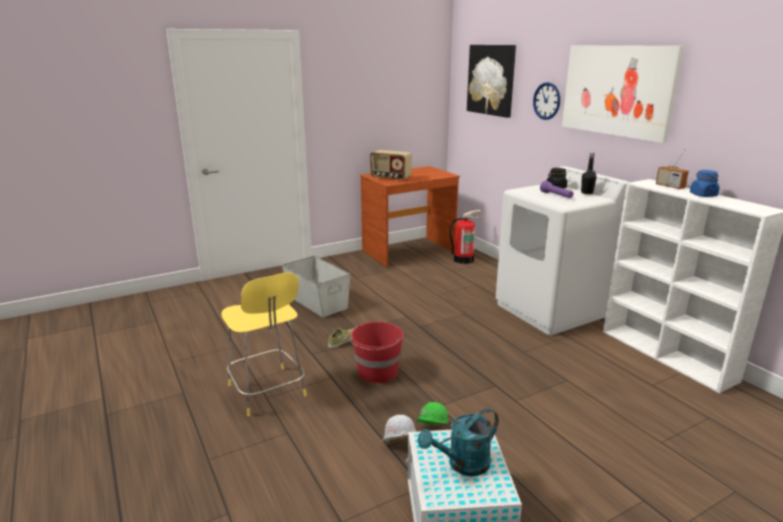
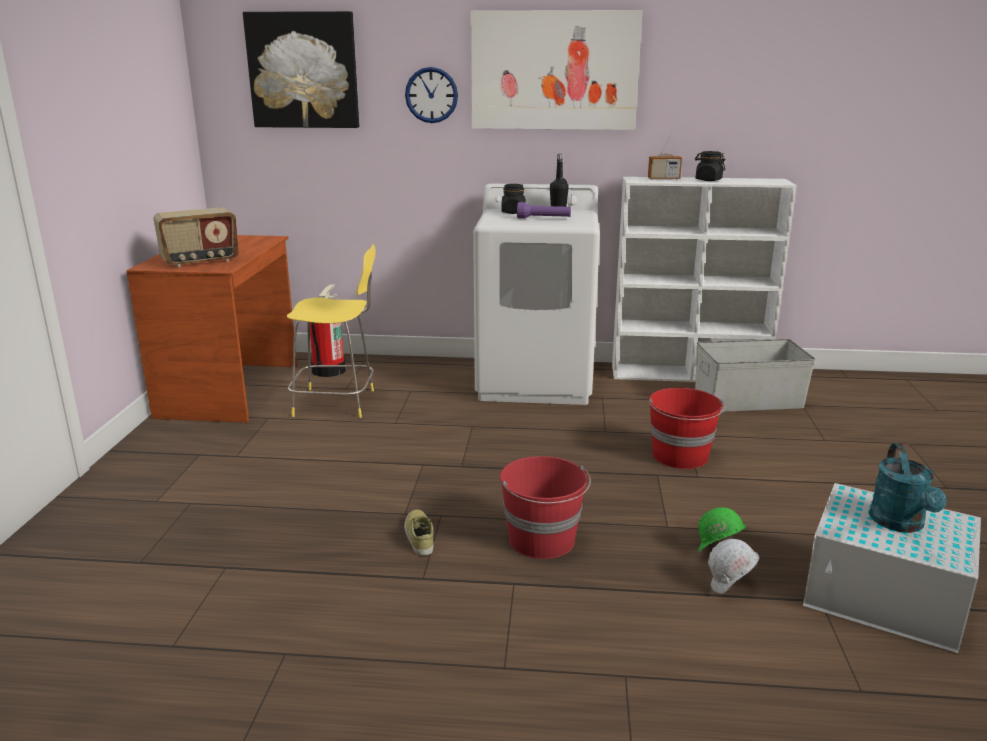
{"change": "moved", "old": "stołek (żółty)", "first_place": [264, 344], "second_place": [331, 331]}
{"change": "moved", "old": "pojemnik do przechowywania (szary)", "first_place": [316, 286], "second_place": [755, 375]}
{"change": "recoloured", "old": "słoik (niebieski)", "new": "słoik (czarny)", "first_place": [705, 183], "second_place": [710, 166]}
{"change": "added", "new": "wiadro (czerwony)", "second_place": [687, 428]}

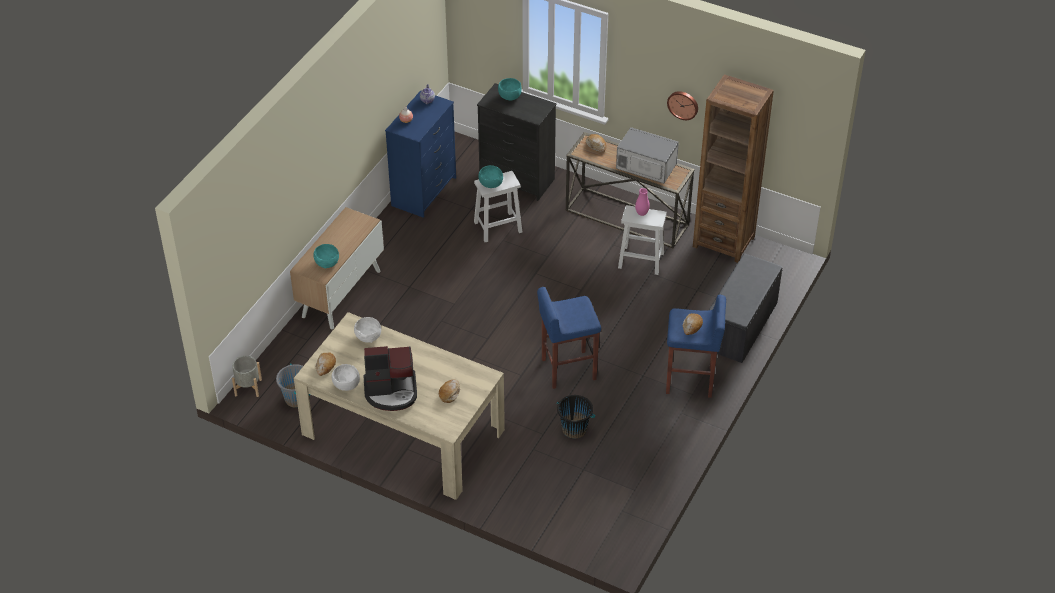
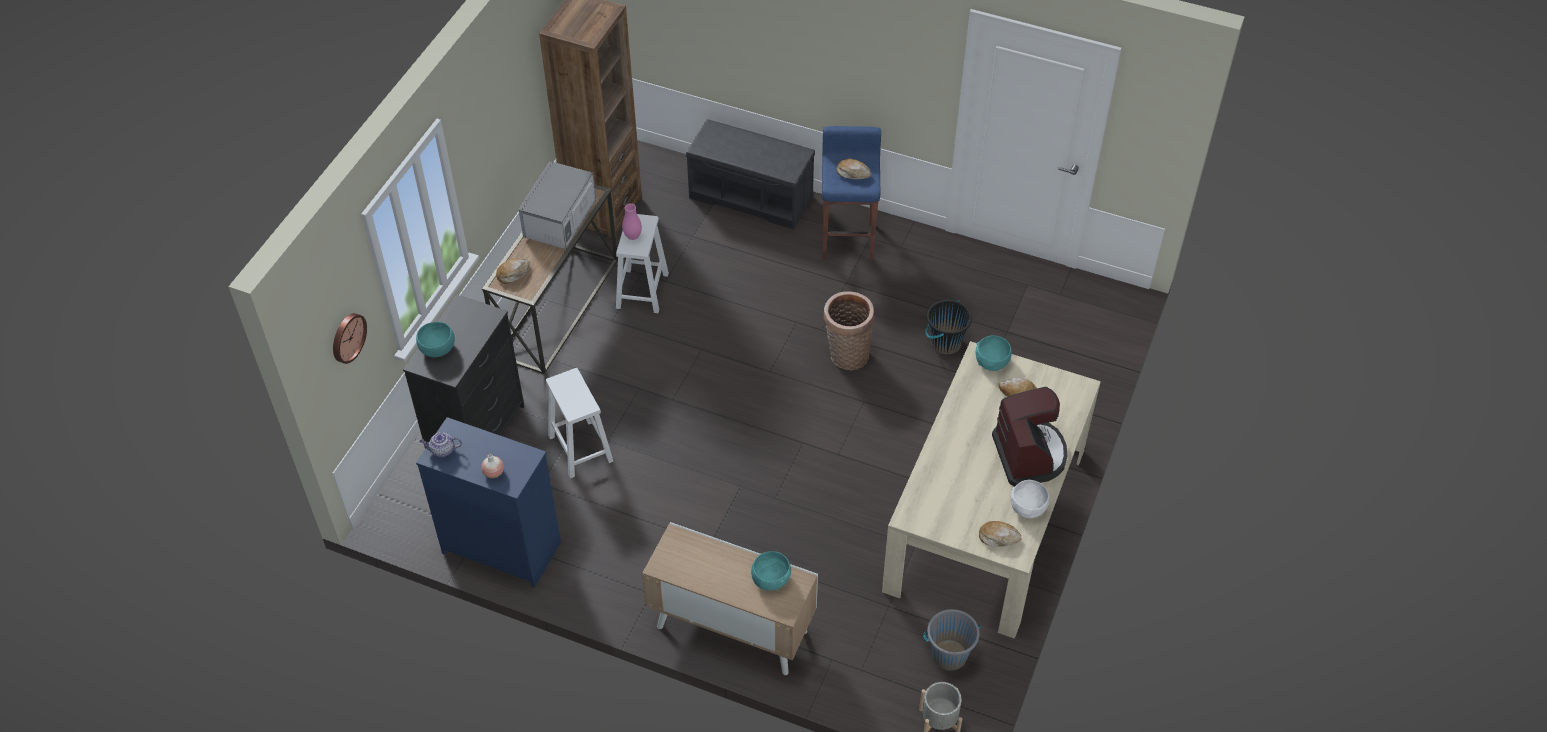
{"change": "removed", "old": "miska (biały)", "first_place": [367, 330]}
{"change": "moved", "old": "miska (turkusowy)", "first_place": [491, 176], "second_place": [994, 353]}
{"change": "replaced", "old": "stołek (niebieski)", "new": "koszyk", "first_place": [569, 338], "second_place": [849, 331]}
{"change": "moved", "old": "zegar ścienny", "first_place": [682, 105], "second_place": [350, 338]}

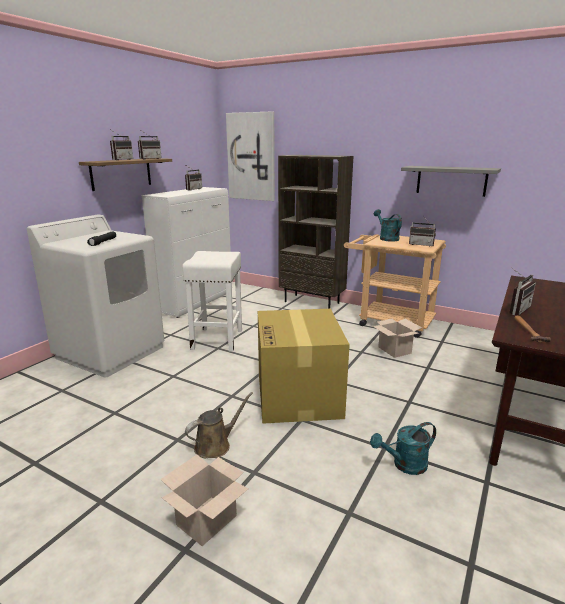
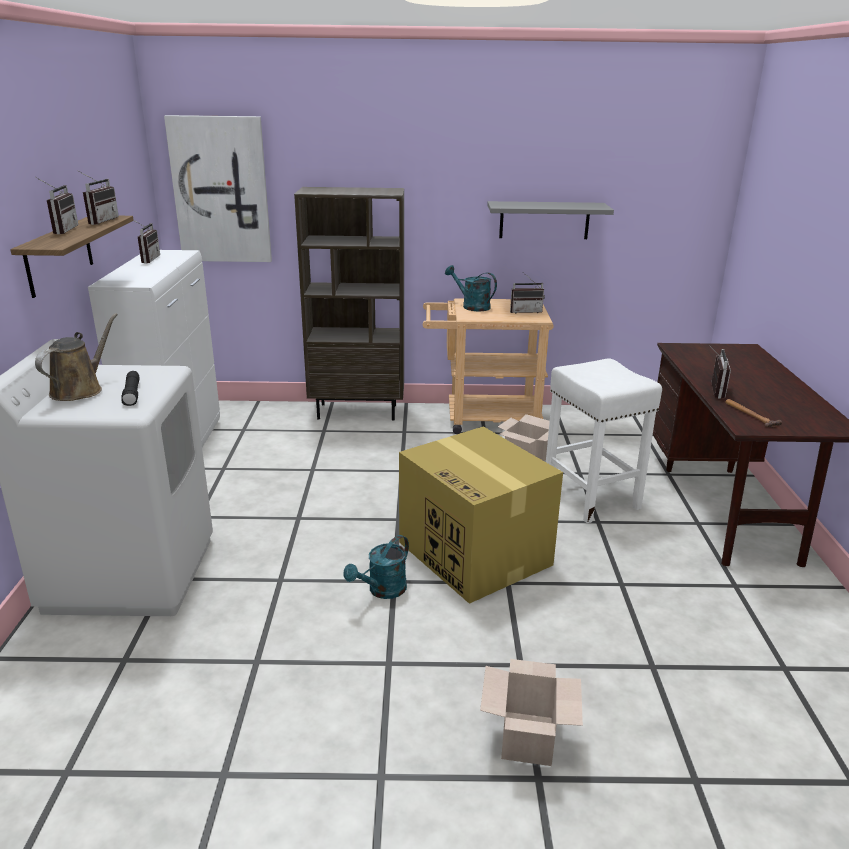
{"change": "moved", "old": "stołek (biały)", "first_place": [212, 301], "second_place": [604, 440]}
{"change": "moved", "old": "konewka (brązowy)", "first_place": [219, 425], "second_place": [76, 357]}
{"change": "moved", "old": "konewka (turkusowy)", "first_place": [403, 448], "second_place": [376, 567]}

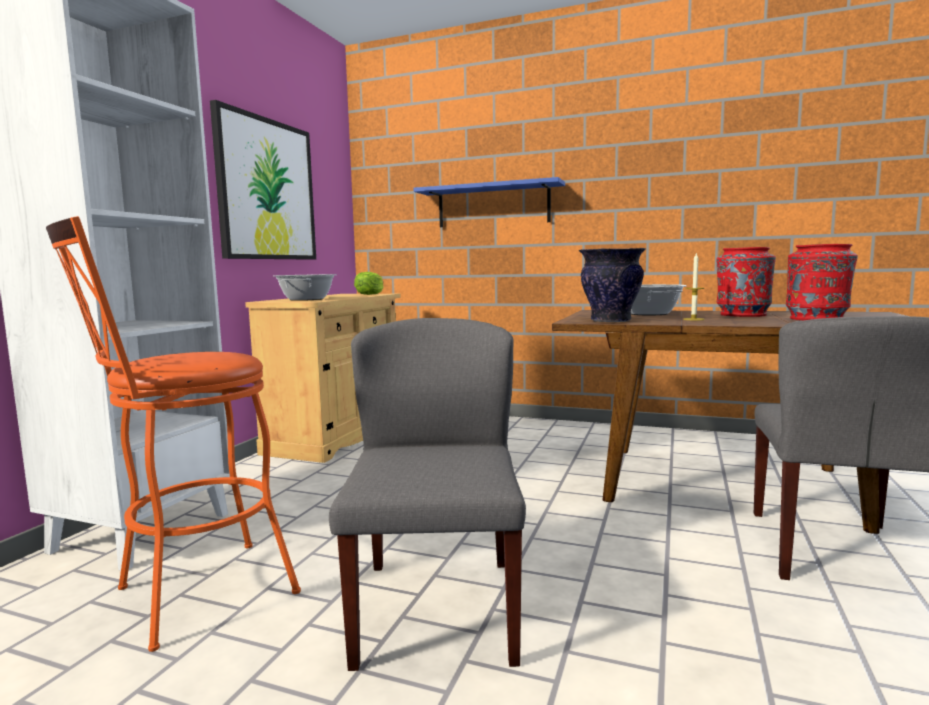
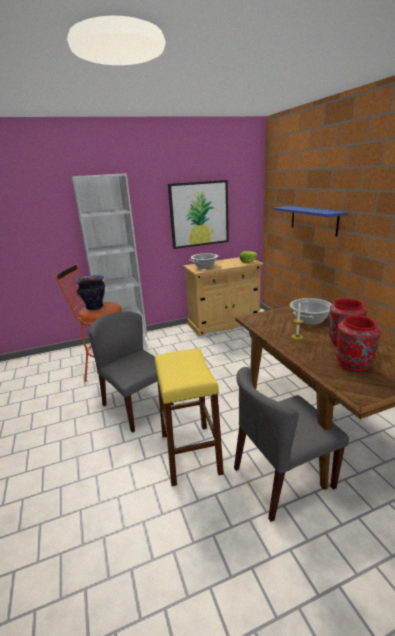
{"change": "turned", "old": "krzesło (szary)", "first_place": [427, 494], "second_place": [131, 372], "degrees": -90}
{"change": "moved", "old": "wazon", "first_place": [612, 285], "second_place": [90, 292]}
{"change": "added", "new": "stołek (żółty)", "second_place": [189, 417]}

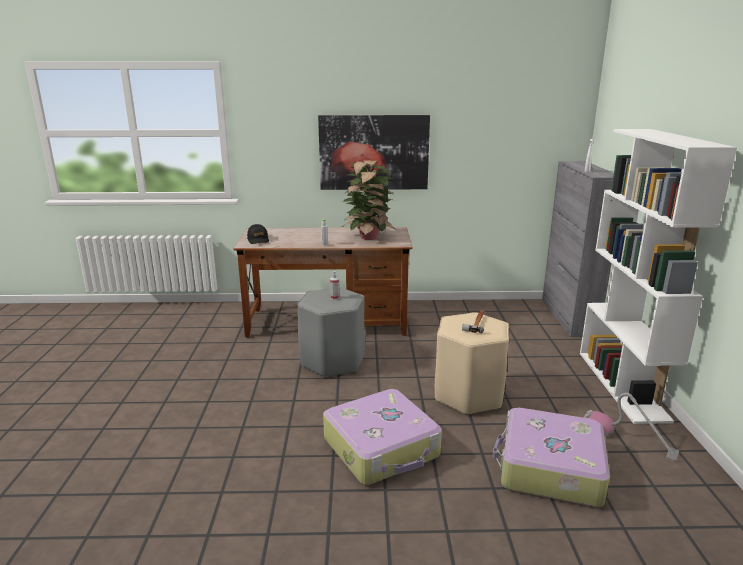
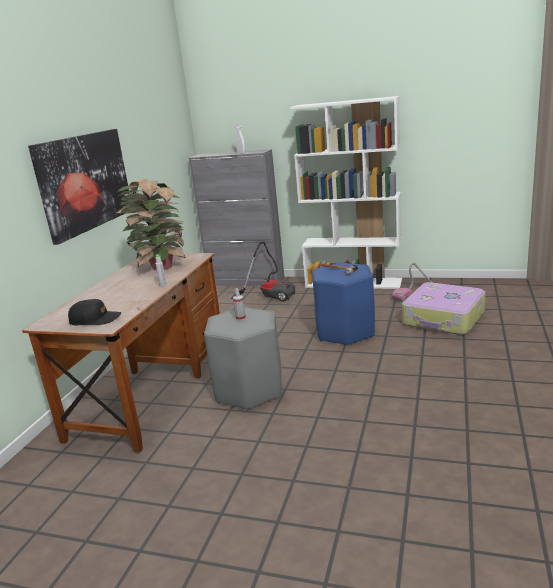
{"change": "removed", "old": "walizka", "first_place": [382, 437]}
{"change": "recoloured", "old": "stołek (beżowy)", "new": "stołek (niebieski)", "first_place": [472, 363], "second_place": [343, 304]}
{"change": "added", "new": "odkurzacz", "second_place": [263, 272]}

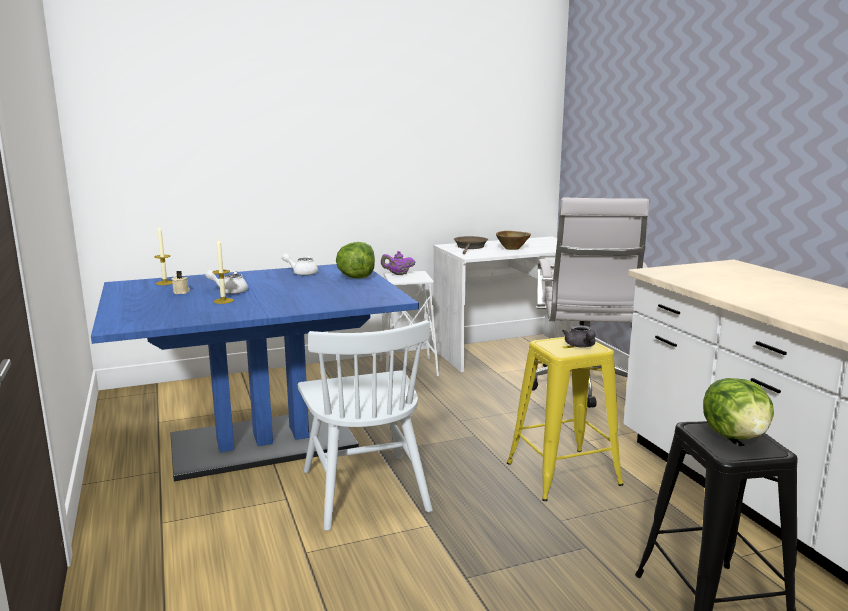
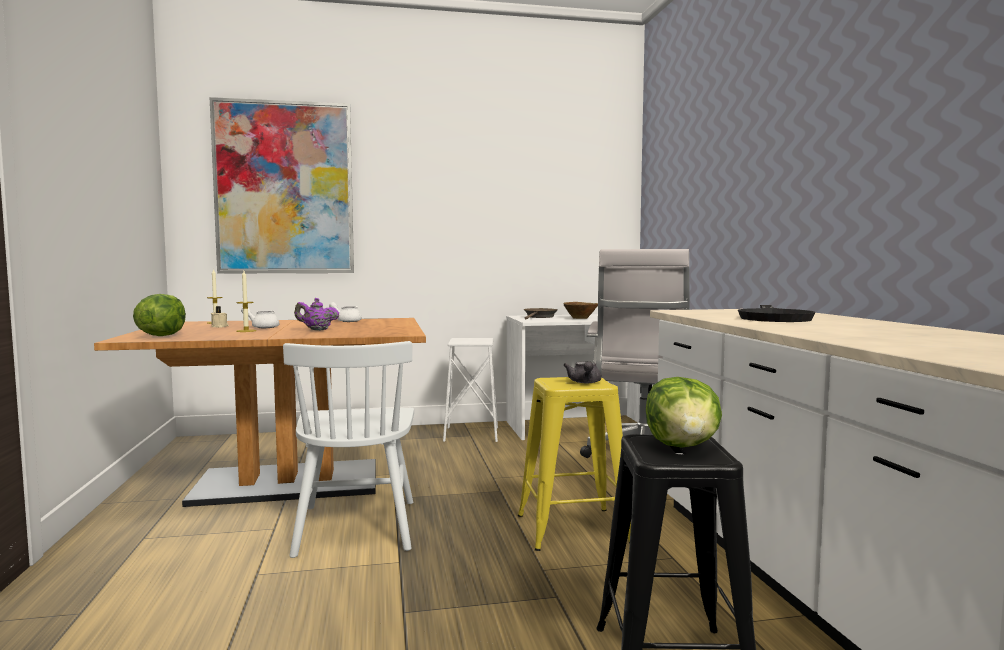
{"change": "recoloured", "old": "stół jadalny (niebieski)", "new": "stół jadalny (brązowy)", "first_place": [255, 372], "second_place": [260, 412]}
{"change": "moved", "old": "sałata", "first_place": [355, 260], "second_place": [159, 315]}
{"change": "moved", "old": "imbryk (fioletowy)", "first_place": [398, 263], "second_place": [317, 314]}
{"change": "added", "new": "obraz", "second_place": [282, 185]}
{"change": "added", "new": "patelnia (czarny)", "second_place": [777, 313]}

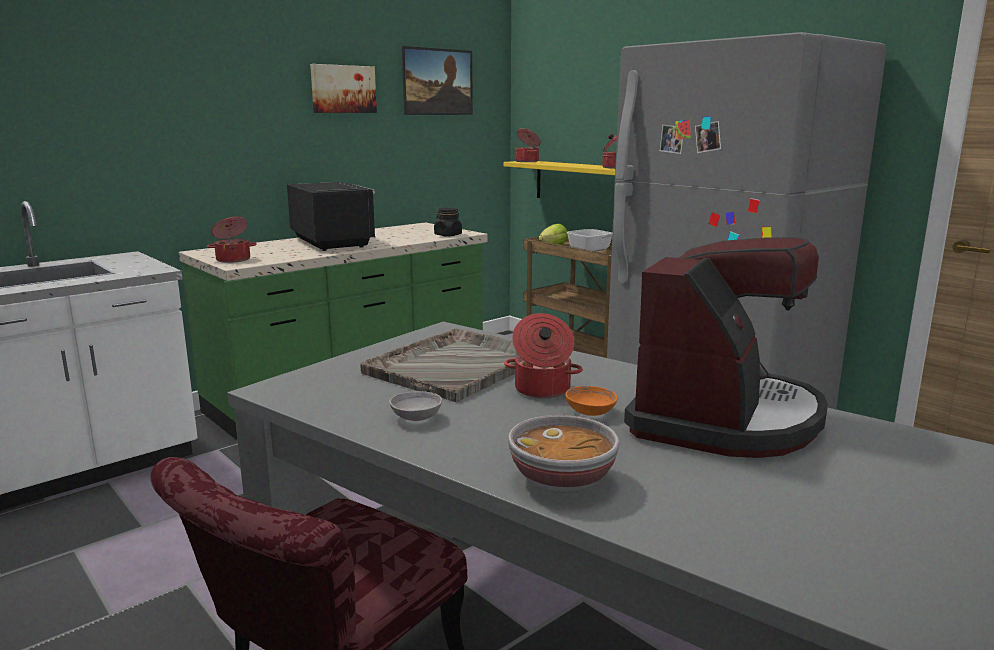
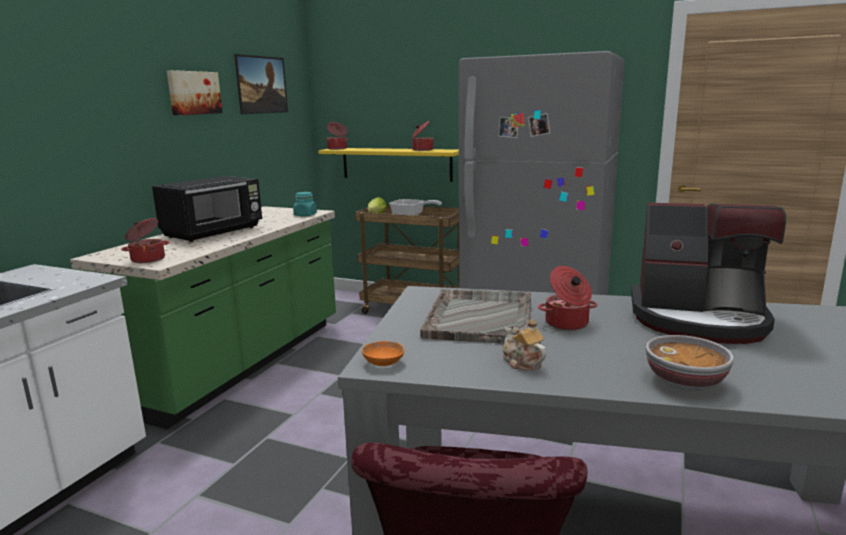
{"change": "turned", "old": "mikrofalówka (czarny)", "first_place": [331, 216], "second_place": [207, 209], "degrees": 90}
{"change": "replaced", "old": "miska (szary)", "new": "imbryk", "first_place": [415, 406], "second_place": [524, 345]}
{"change": "recoloured", "old": "słoik (czarny)", "new": "słoik (turkusowy)", "first_place": [448, 222], "second_place": [305, 204]}
{"change": "moved", "old": "miska (pomarańczowy)", "first_place": [591, 401], "second_place": [383, 353]}
{"change": "turned", "old": "ekspres do kawy", "first_place": [726, 347], "second_place": [708, 273], "degrees": 105}

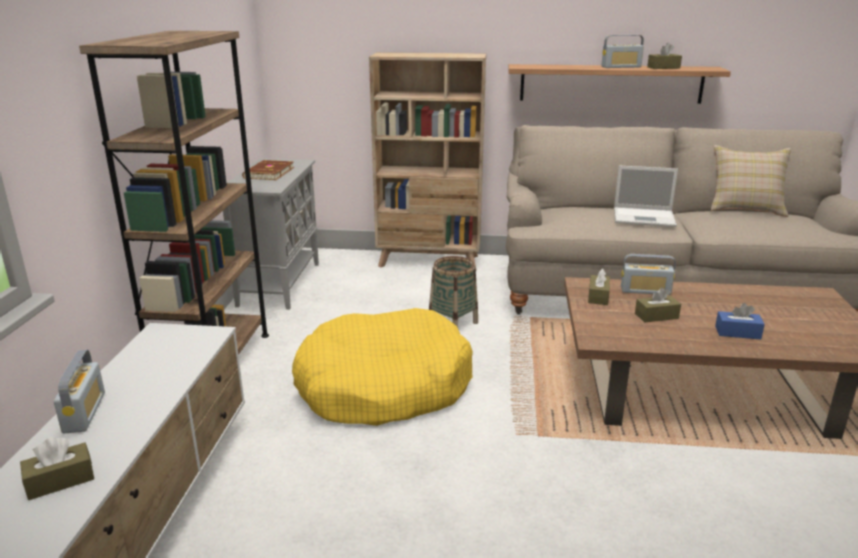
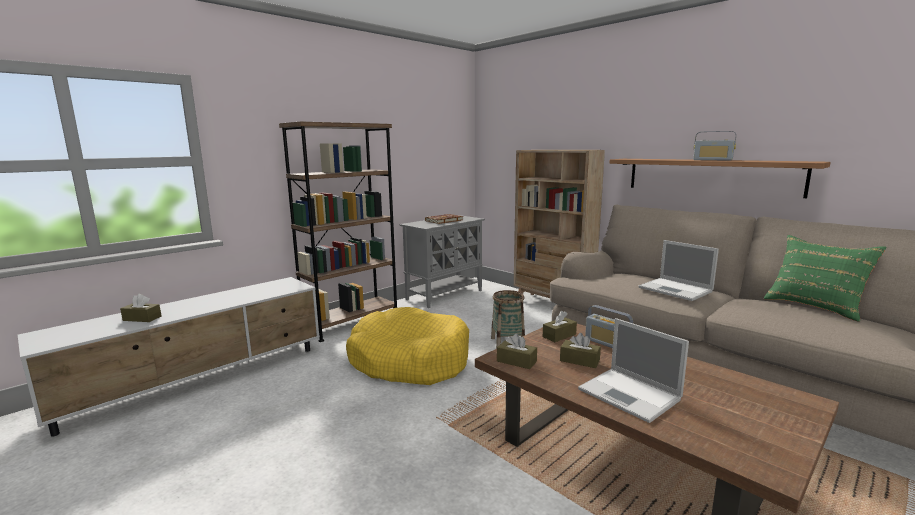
{"change": "removed", "old": "radio", "first_place": [79, 391]}
{"change": "moved", "old": "pudełko chusteczek (brązowy)", "first_place": [664, 56], "second_place": [517, 351]}
{"change": "recoloured", "old": "poduszka (beżowy)", "new": "poduszka (zielony)", "first_place": [751, 181], "second_place": [825, 278]}
{"change": "replaced", "old": "pudełko chusteczek (niebieski)", "new": "laptop", "first_place": [740, 321], "second_place": [633, 370]}

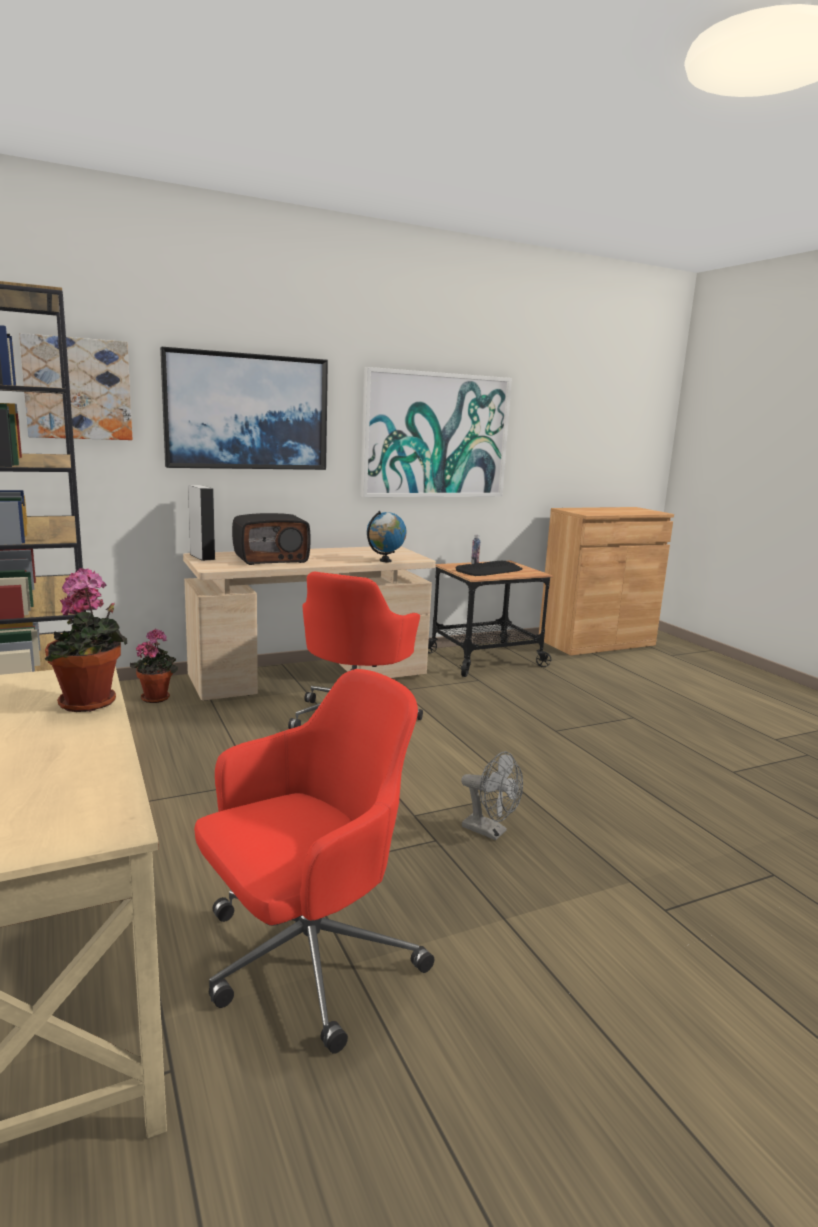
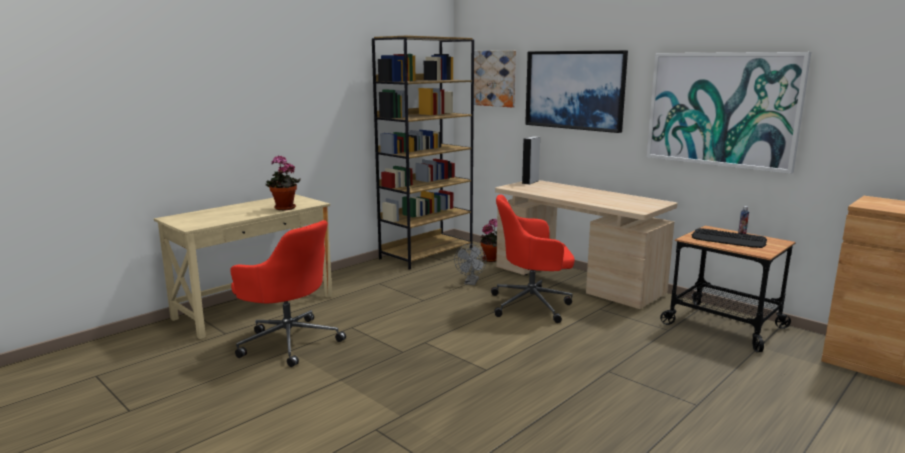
{"change": "removed", "old": "radio", "first_place": [271, 539]}
{"change": "removed", "old": "globus", "first_place": [386, 536]}
{"change": "moved", "old": "wentylator (szary)", "first_place": [492, 795], "second_place": [470, 264]}

